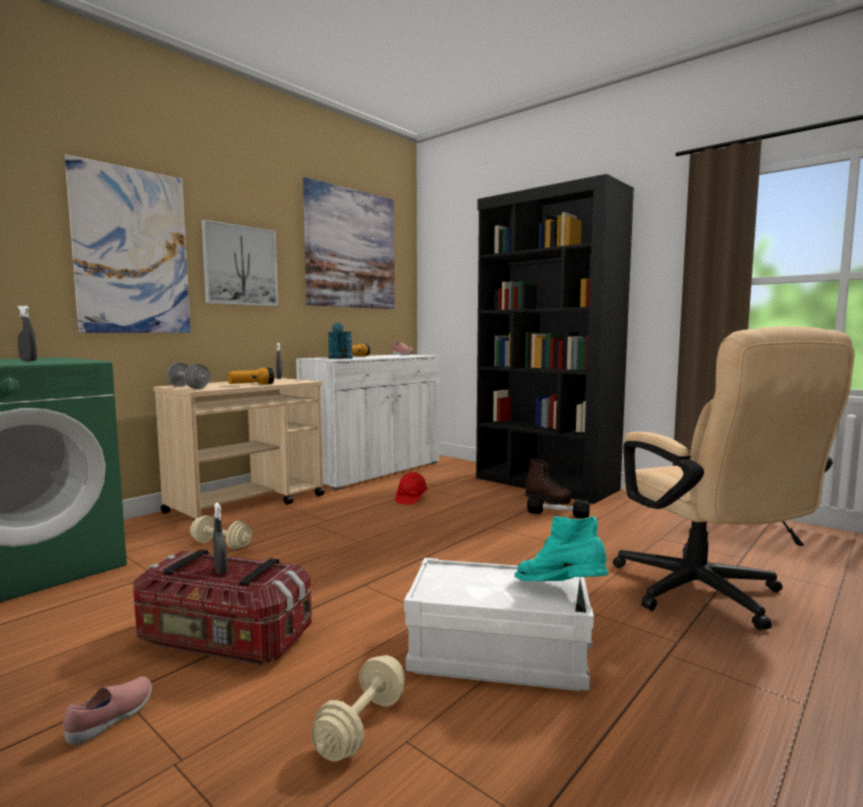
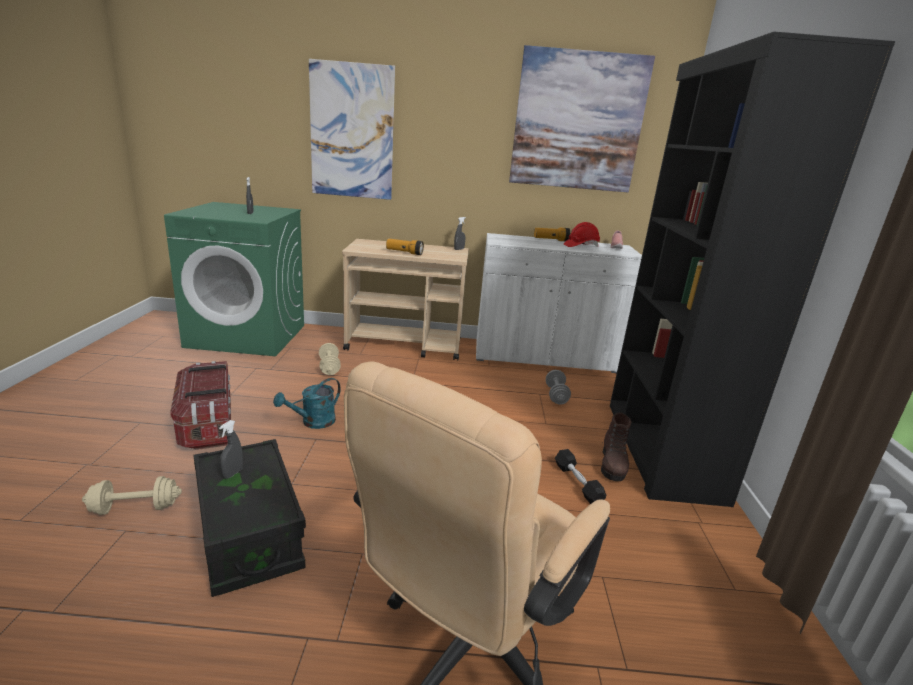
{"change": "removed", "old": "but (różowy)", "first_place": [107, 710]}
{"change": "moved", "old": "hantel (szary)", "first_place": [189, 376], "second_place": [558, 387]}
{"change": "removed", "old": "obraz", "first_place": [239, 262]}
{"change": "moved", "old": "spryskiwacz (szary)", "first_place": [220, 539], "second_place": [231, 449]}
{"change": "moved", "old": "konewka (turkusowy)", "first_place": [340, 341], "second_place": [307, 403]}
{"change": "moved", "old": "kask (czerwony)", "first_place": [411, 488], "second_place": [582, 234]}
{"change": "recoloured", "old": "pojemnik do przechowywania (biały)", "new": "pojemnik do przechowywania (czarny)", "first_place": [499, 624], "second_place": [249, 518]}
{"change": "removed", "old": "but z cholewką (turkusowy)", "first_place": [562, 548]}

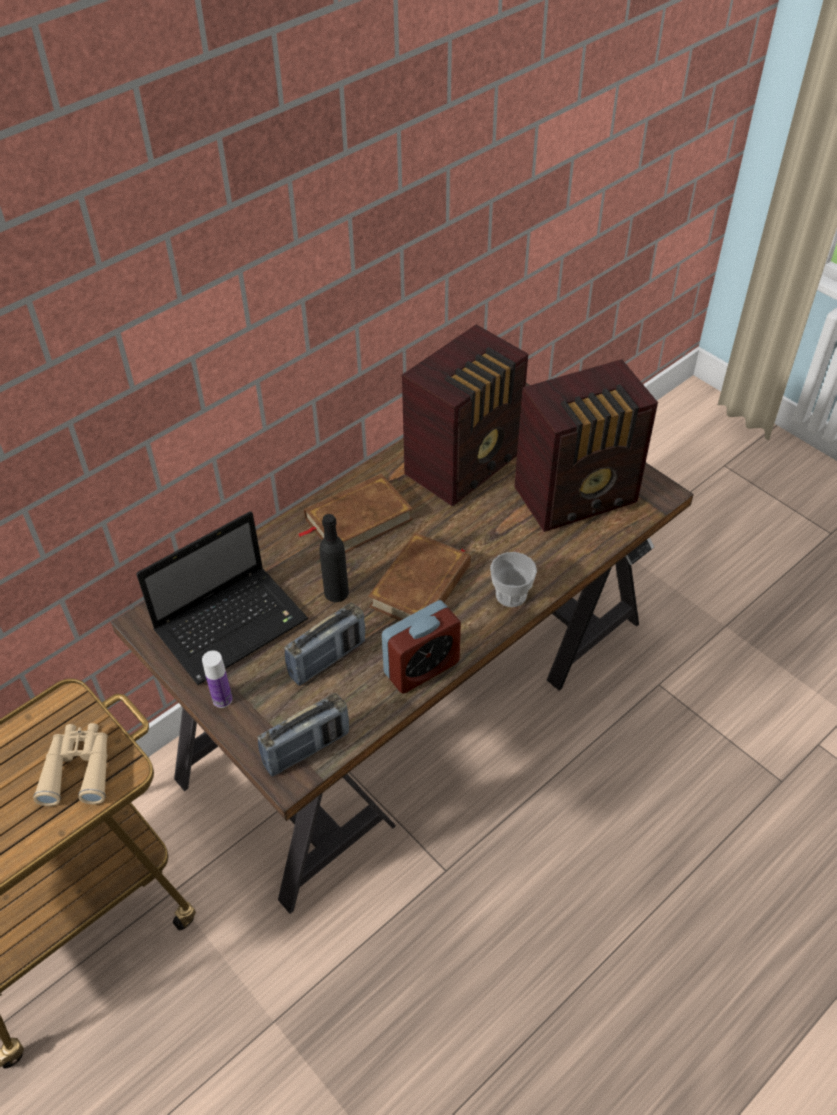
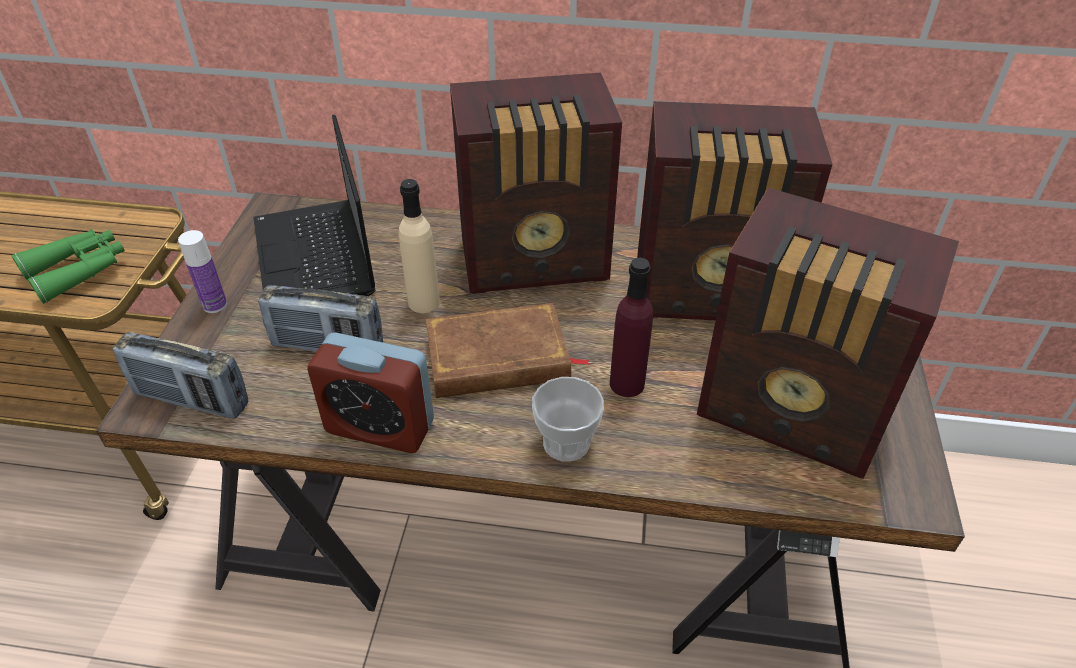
{"change": "recoloured", "old": "lornetka (beżowy)", "new": "lornetka (zielony)", "first_place": [70, 764], "second_place": [68, 266]}
{"change": "turned", "old": "laptop", "first_place": [222, 598], "second_place": [314, 205], "degrees": 60}
{"change": "replaced", "old": "książka (brązowy)", "new": "radio", "first_place": [355, 513], "second_place": [536, 183]}
{"change": "recoloured", "old": "butelka (czarny)", "new": "butelka (beżowy)", "first_place": [334, 558], "second_place": [419, 246]}
{"change": "added", "new": "butelka (fioletowy)", "second_place": [631, 327]}

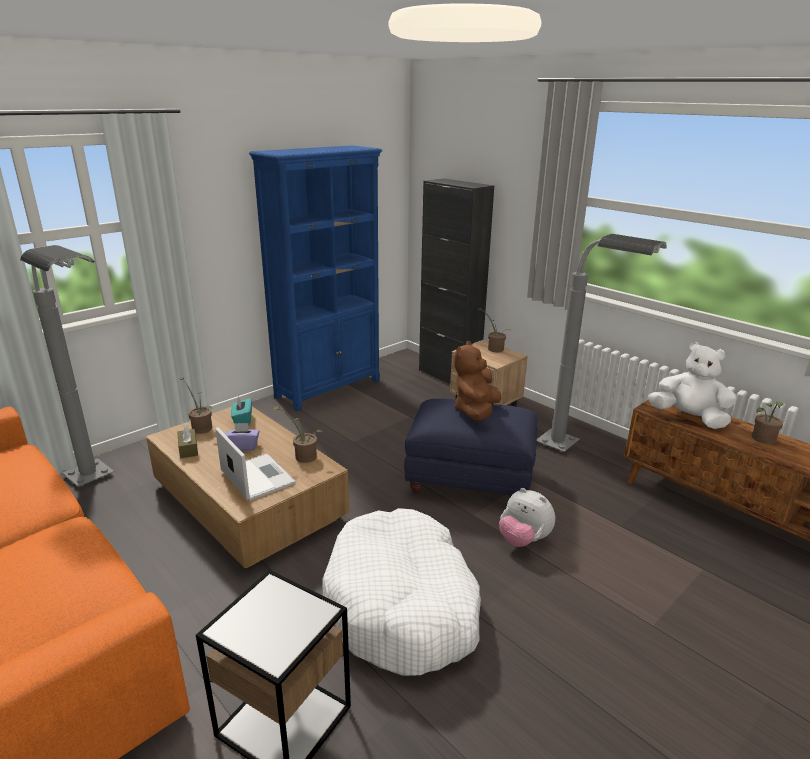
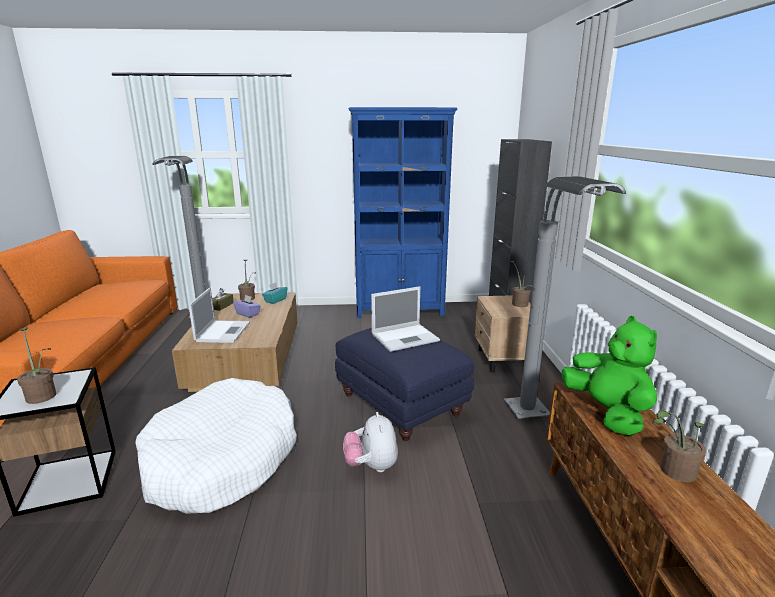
{"change": "moved", "old": "roślina doniczkowa", "first_place": [297, 434], "second_place": [36, 365]}
{"change": "replaced", "old": "pluszak (brązowy)", "new": "laptop", "first_place": [477, 381], "second_place": [405, 319]}
{"change": "recoloured", "old": "pluszak (biały)", "new": "pluszak (zielony)", "first_place": [692, 385], "second_place": [609, 376]}

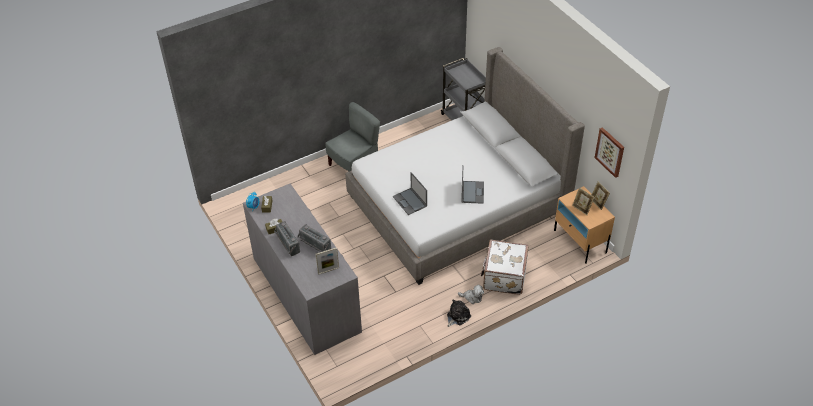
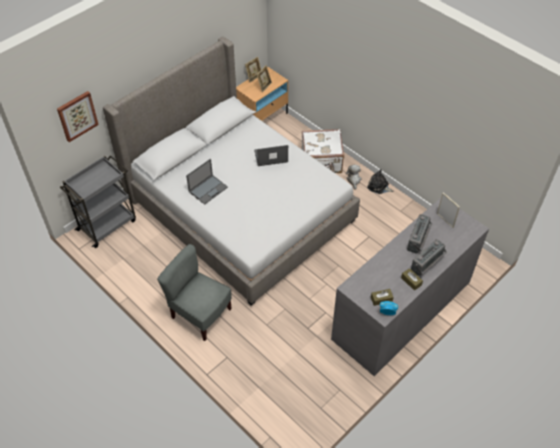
{"change": "moved", "old": "laptop", "first_place": [410, 193], "second_place": [207, 182]}
{"change": "moved", "old": "obraz", "first_place": [609, 152], "second_place": [78, 116]}

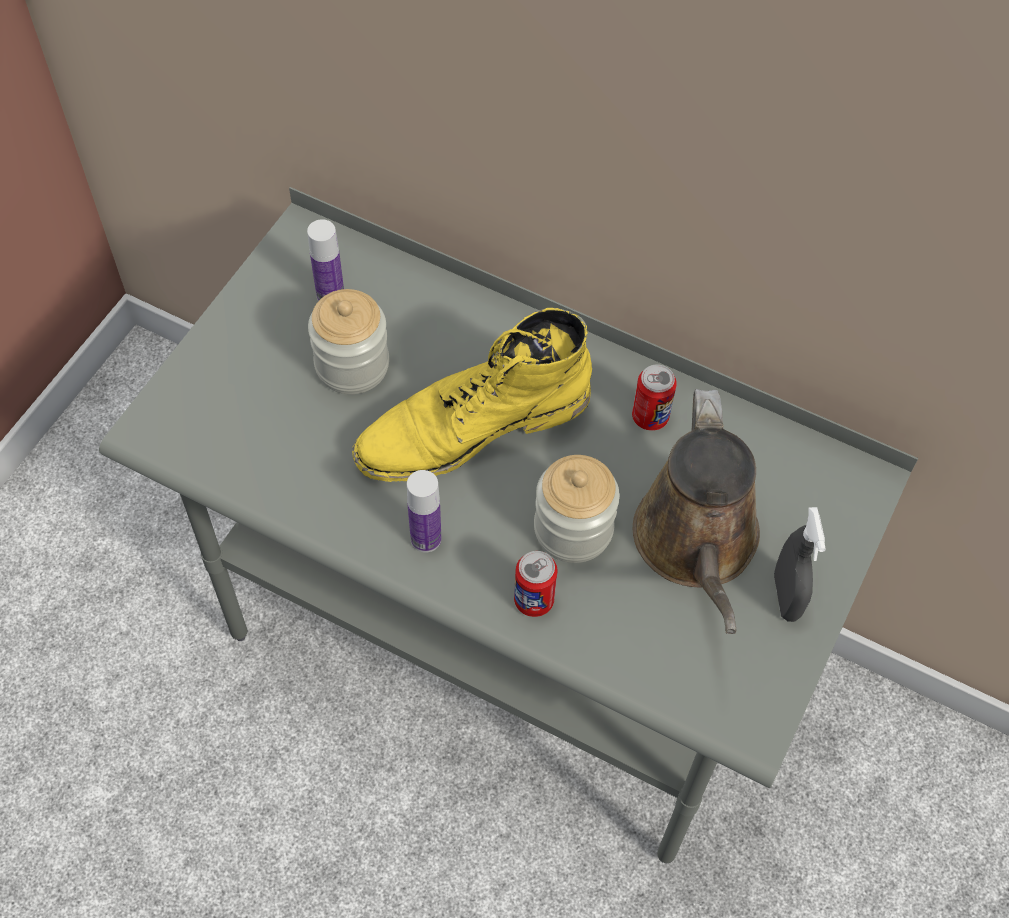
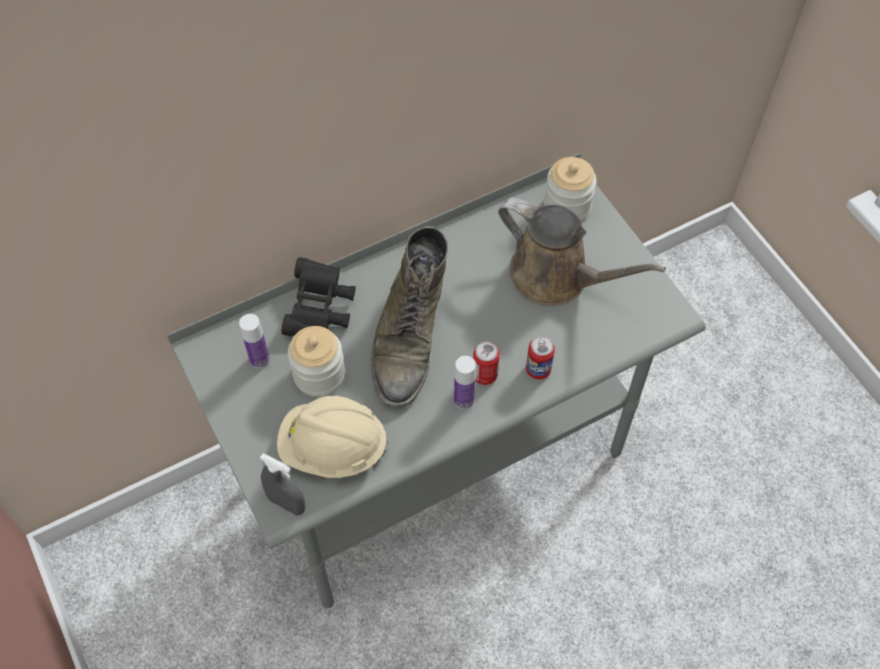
{"change": "recoloured", "old": "but z cholewką (żółty)", "new": "but z cholewką (zielony)", "first_place": [472, 395], "second_place": [409, 316]}
{"change": "moved", "old": "słoik", "first_place": [577, 509], "second_place": [570, 189]}
{"change": "moved", "old": "puszka", "first_place": [654, 397], "second_place": [486, 363]}
{"change": "moved", "old": "spryskiwacz (szary)", "first_place": [800, 564], "second_place": [282, 484]}
{"change": "added", "new": "kask (beżowy)", "second_place": [333, 437]}
{"change": "added", "new": "lornetka (czarny)", "second_place": [319, 296]}

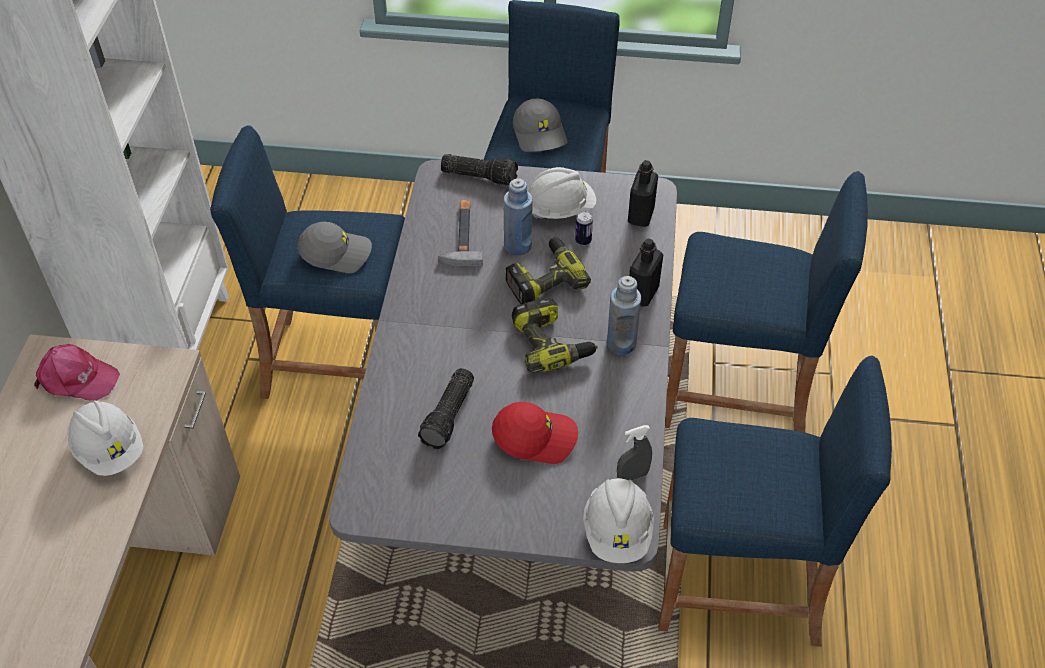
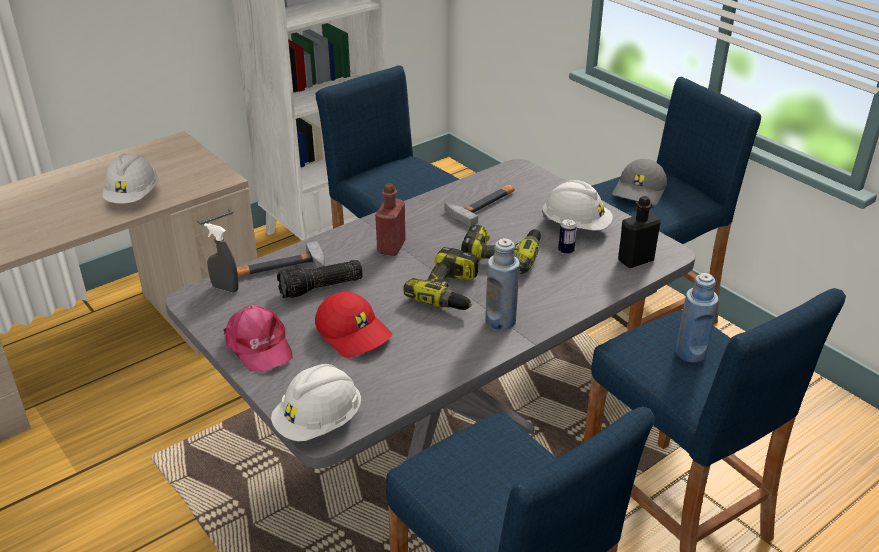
{"change": "moved", "old": "czapka z daszkiem (różowy)", "first_place": [77, 372], "second_place": [258, 338]}
{"change": "removed", "old": "czapka z daszkiem (szary)", "first_place": [334, 247]}
{"change": "removed", "old": "latarka", "first_place": [479, 170]}
{"change": "moved", "old": "butelka (niebieski)", "first_place": [518, 216], "second_place": [697, 318]}
{"change": "moved", "old": "spryskiwacz (szary)", "first_place": [634, 452], "second_place": [221, 257]}
{"change": "removed", "old": "butelka (czarny)", "first_place": [646, 272]}
{"change": "added", "new": "młotek", "second_place": [280, 259]}
{"change": "added", "new": "butelka (czerwony)", "second_place": [390, 219]}

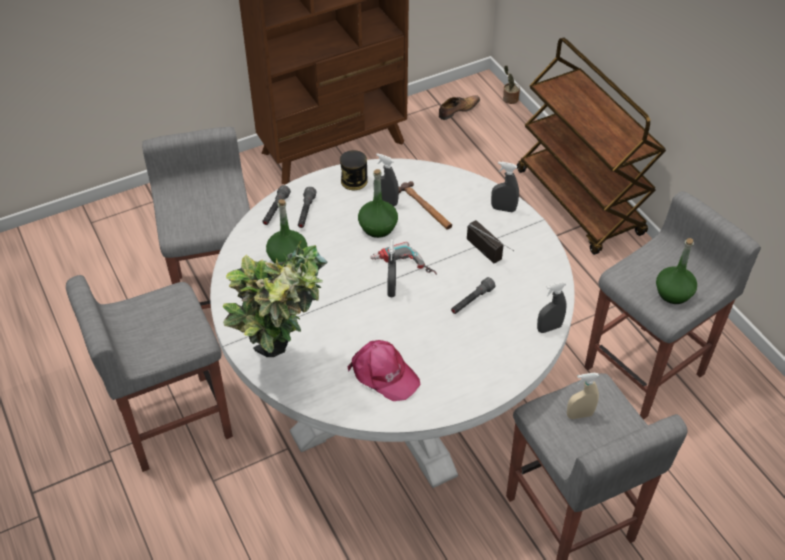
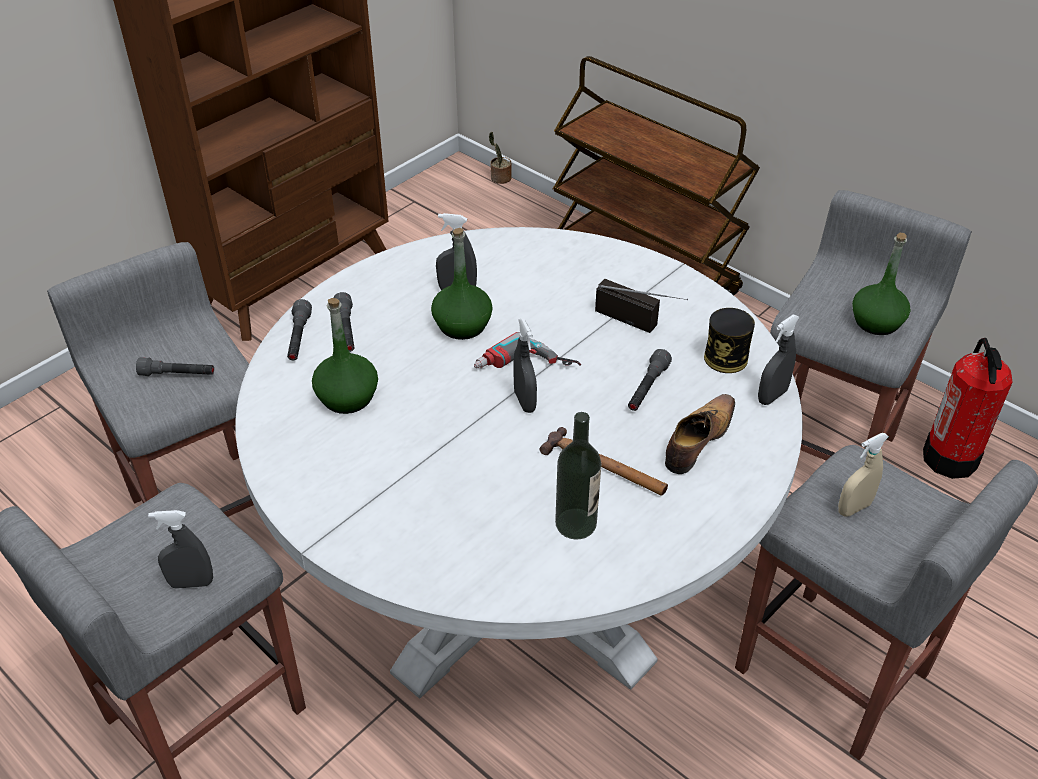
{"change": "removed", "old": "roślina doniczkowa", "first_place": [275, 298]}
{"change": "moved", "old": "puszka", "first_place": [353, 170], "second_place": [729, 340]}
{"change": "replaced", "old": "czapka z daszkiem (różowy)", "new": "butelka", "first_place": [384, 370], "second_place": [578, 476]}
{"change": "moved", "old": "młotek", "first_place": [425, 205], "second_place": [604, 461]}
{"change": "moved", "old": "but", "first_place": [459, 107], "second_place": [700, 434]}
{"change": "moved", "old": "spryskiwacz (szary)", "first_place": [505, 187], "second_place": [180, 549]}
{"change": "added", "new": "latarka (szary)", "second_place": [175, 366]}
{"change": "added", "new": "gaśnica", "second_place": [968, 408]}

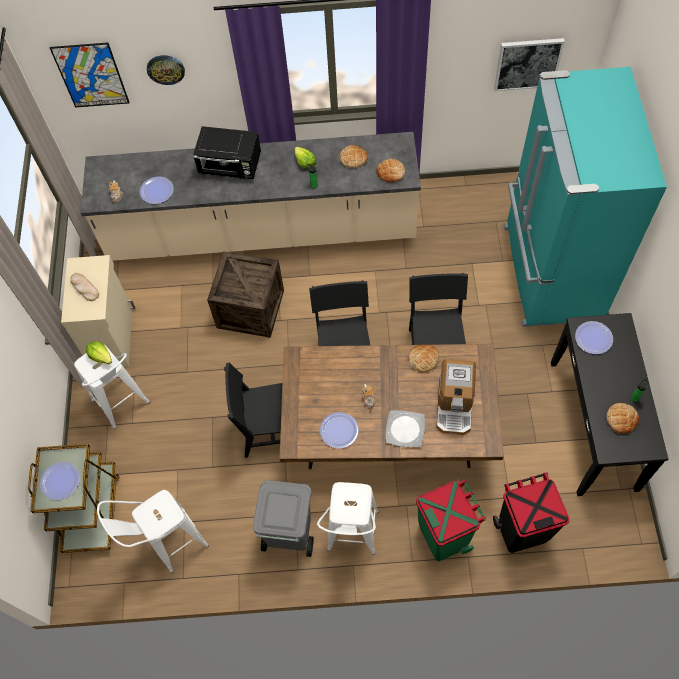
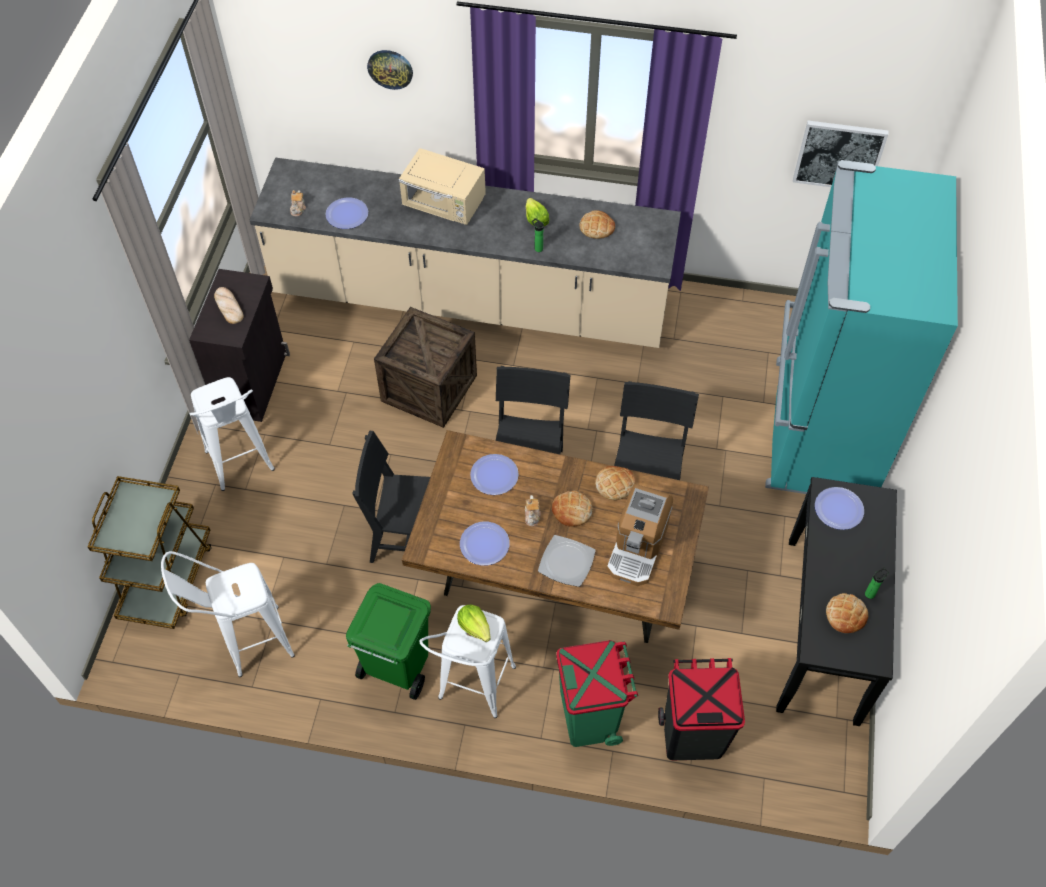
{"change": "moved", "old": "talerz", "first_place": [60, 481], "second_place": [494, 474]}
{"change": "removed", "old": "obraz", "first_place": [90, 75]}
{"change": "recoloured", "old": "szafka (beżowy)", "new": "szafka (czarny)", "first_place": [98, 312], "second_place": [239, 345]}
{"change": "moved", "old": "sałata", "first_place": [99, 353], "second_place": [473, 623]}
{"change": "recoloured", "old": "mikrofalówka (czarny)", "new": "mikrofalówka (beżowy)", "first_place": [227, 152], "second_place": [442, 186]}
{"change": "recoloured", "old": "kosz na śmieci (szary)", "new": "kosz na śmieci (zielony)", "first_place": [283, 518], "second_place": [388, 641]}
{"change": "moved", "old": "chleb", "first_place": [390, 170], "second_place": [572, 509]}

